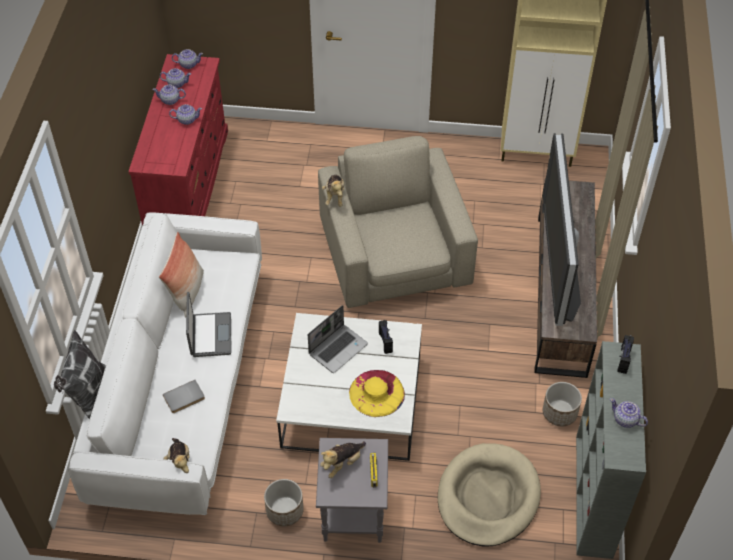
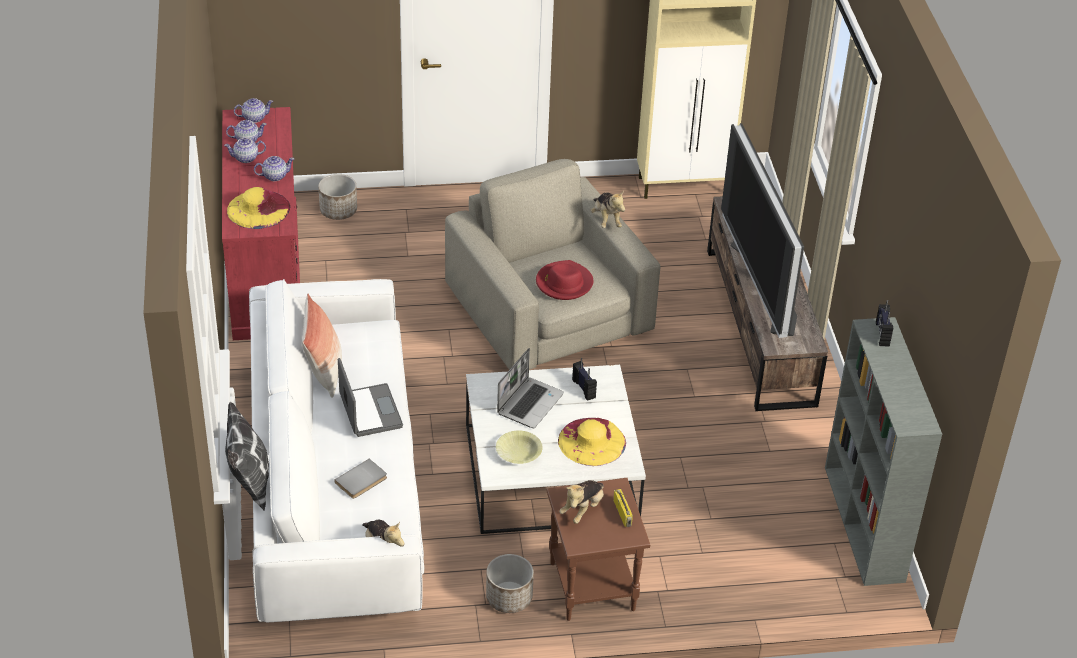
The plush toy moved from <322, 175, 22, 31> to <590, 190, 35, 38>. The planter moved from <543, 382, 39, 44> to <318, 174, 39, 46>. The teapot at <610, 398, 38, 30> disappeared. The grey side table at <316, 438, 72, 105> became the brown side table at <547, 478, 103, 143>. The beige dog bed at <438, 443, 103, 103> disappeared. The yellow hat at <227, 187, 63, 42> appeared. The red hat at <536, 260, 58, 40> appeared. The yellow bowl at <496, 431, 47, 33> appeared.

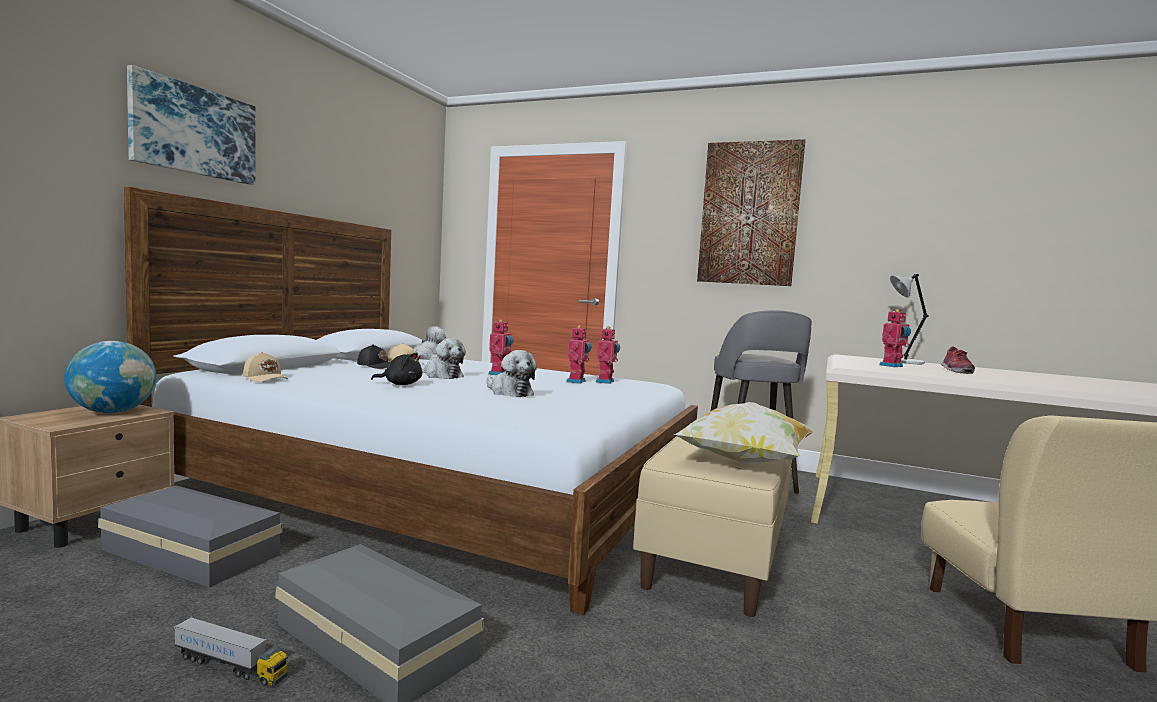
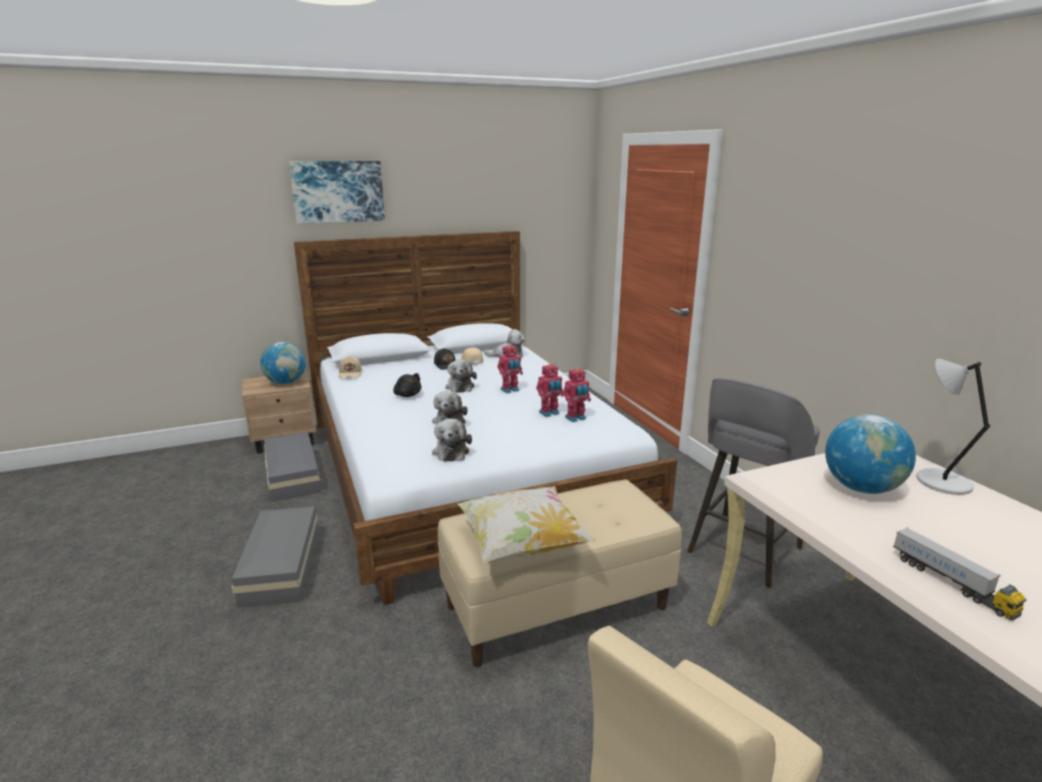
The picture at <697, 139, 109, 147> disappeared. The toy robot at <879, 309, 32, 58> was replaced by the globe at <825, 414, 91, 80>. The shoe at <941, 346, 34, 28> disappeared. The toy truck moved from <174, 617, 114, 69> to <893, 527, 133, 94>. The plush toy at <432, 418, 40, 44> appeared.

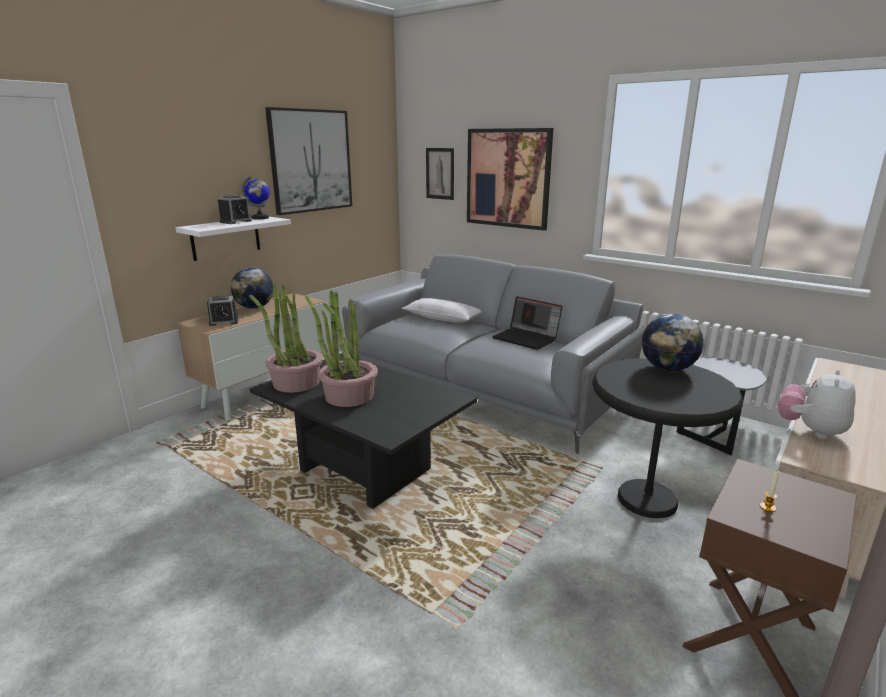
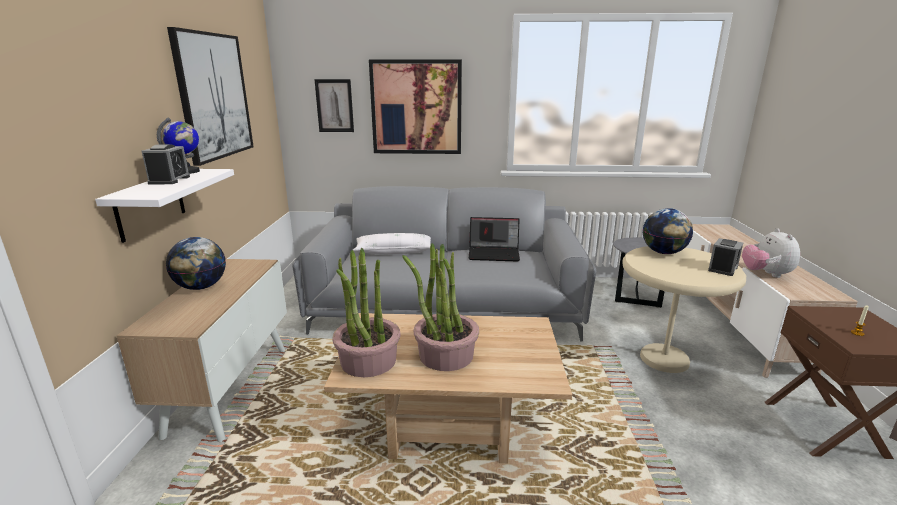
The alarm clock moved from <207, 295, 32, 31> to <708, 238, 35, 38>. The black coffee table at <250, 353, 227, 156> became the beige coffee table at <324, 313, 248, 150>. The black side table at <592, 358, 152, 160> became the beige side table at <622, 246, 124, 127>.

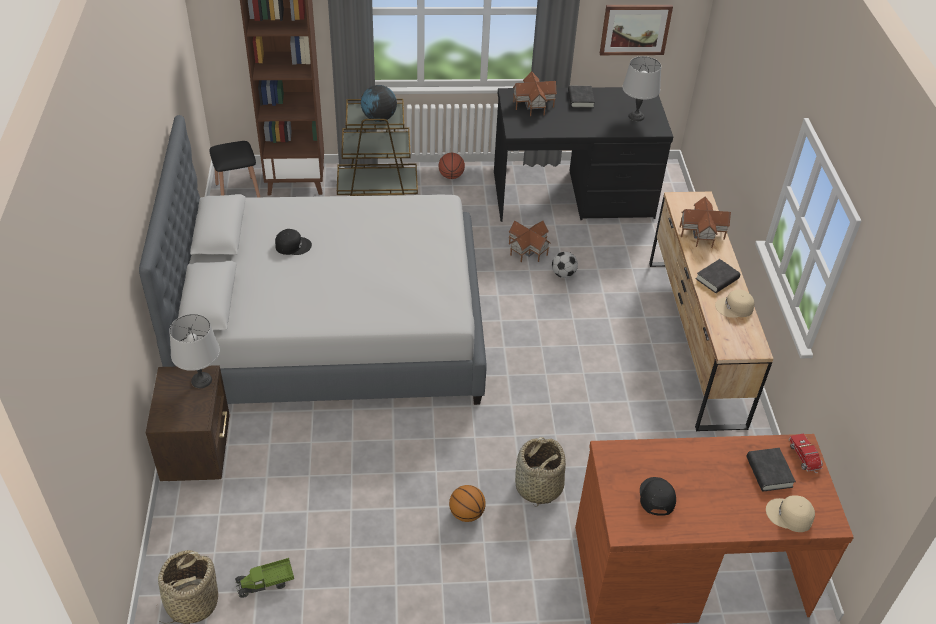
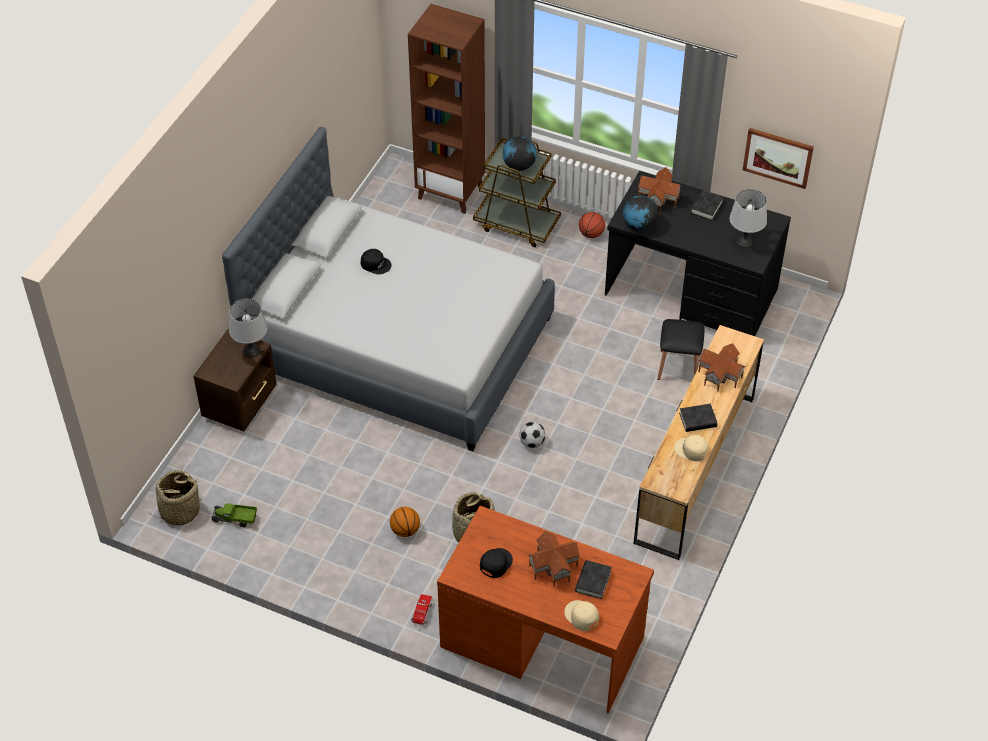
The black stool moved from <209, 141, 51, 56> to <657, 319, 48, 61>. The toy house moved from <509, 221, 41, 41> to <528, 531, 52, 56>. The football moved from <552, 251, 26, 27> to <519, 422, 26, 26>. The toy truck moved from <788, 434, 35, 39> to <411, 594, 22, 32>. The globe at <623, 195, 36, 36> appeared.

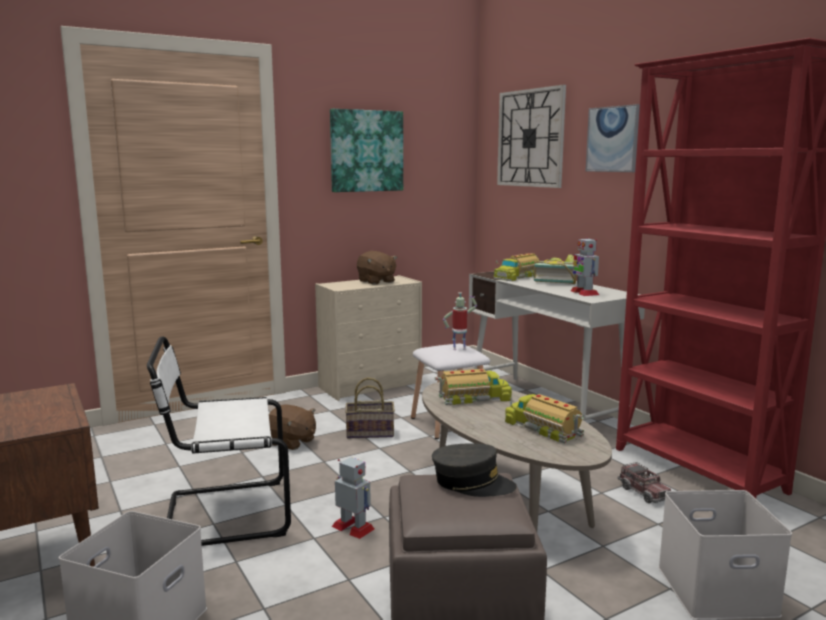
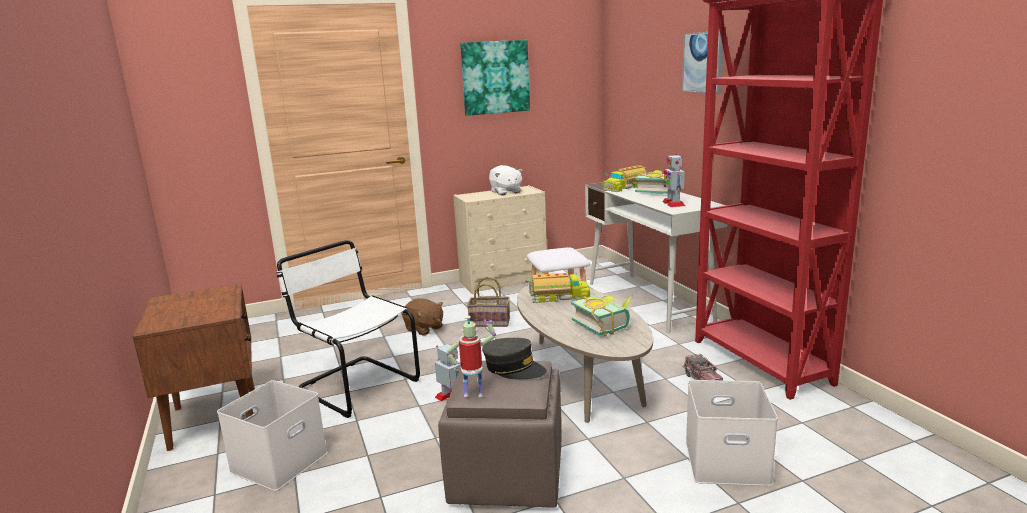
The wall clock at <497, 85, 69, 103> disappeared. The brown plush toy at <357, 251, 41, 34> became the white plush toy at <489, 165, 34, 30>. The toy robot moved from <443, 292, 34, 58> to <446, 316, 50, 81>. The white chair at <147, 337, 144, 209> turned 45 degrees clockwise. The toy truck at <505, 393, 79, 51> was replaced by the book at <571, 295, 62, 42>.

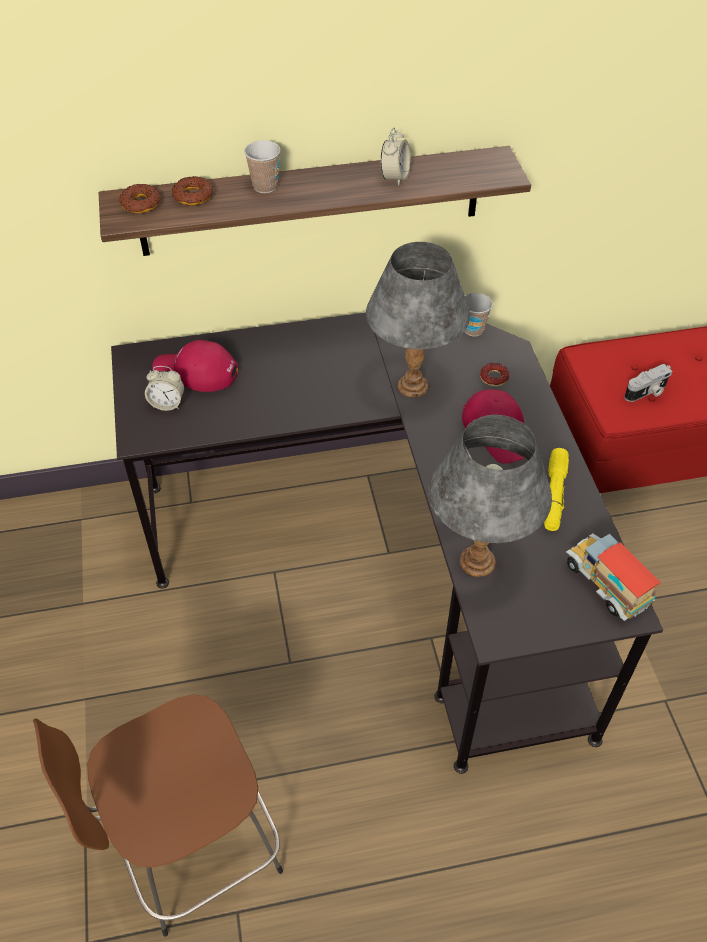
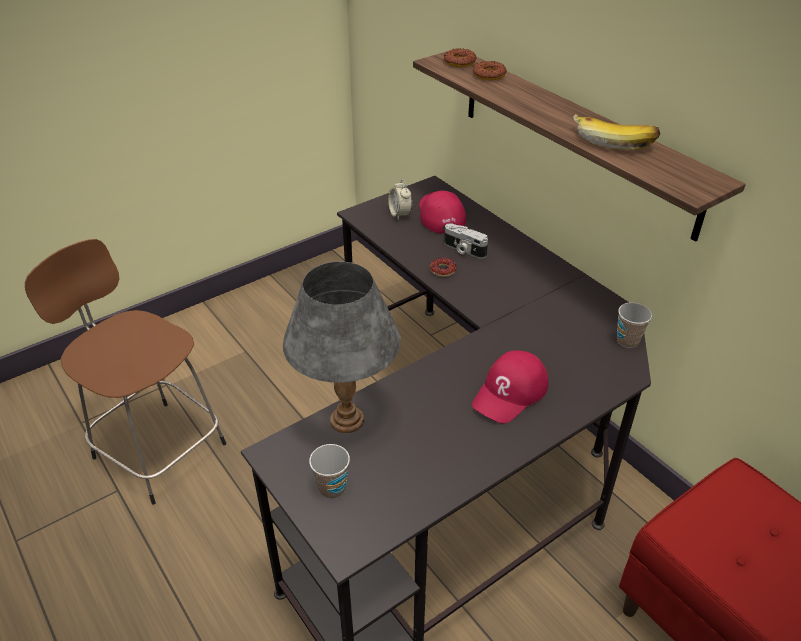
The alarm clock at <381, 128, 30, 58> was replaced by the banana at <573, 115, 87, 35>. The cup moved from <244, 140, 36, 53> to <309, 444, 41, 55>. The grey table lamp at <366, 242, 104, 156> disappeared. The donut moved from <480, 363, 29, 24> to <430, 258, 26, 19>. The photo camera moved from <624, 364, 48, 38> to <444, 223, 44, 36>. The yellow flashlight at <544, 448, 25, 83> disappeared. The toy truck at <566, 533, 95, 88> disappeared.

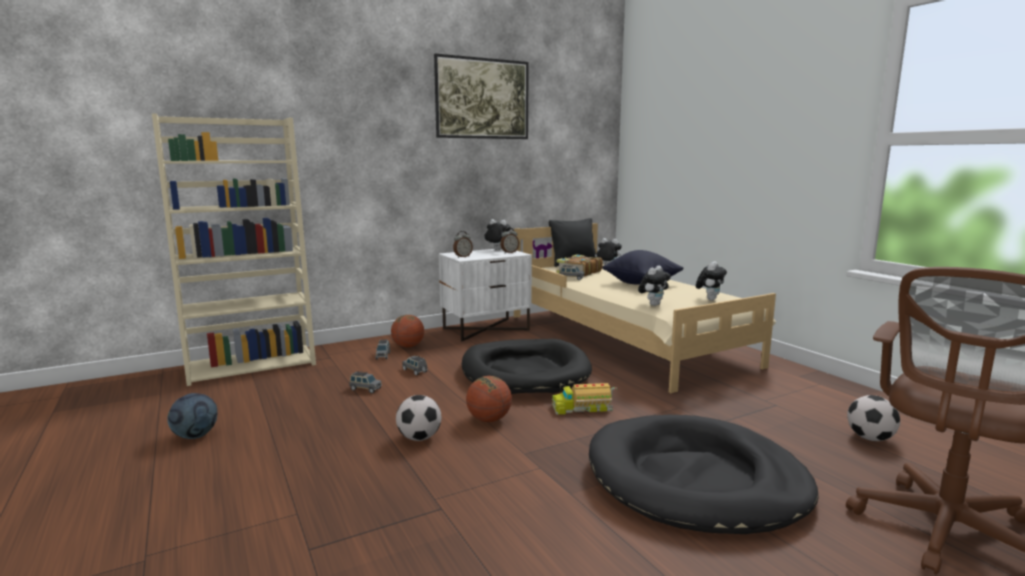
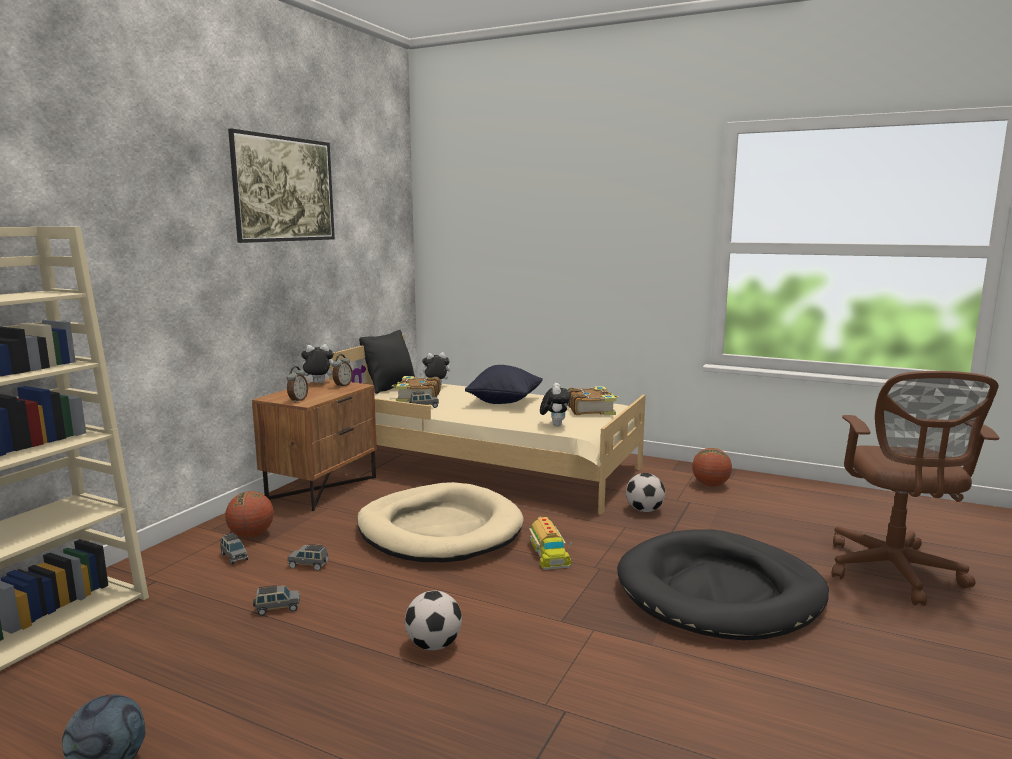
The white nightstand at <439, 249, 93, 92> became the brown nightstand at <252, 379, 125, 132>. The plush toy at <696, 261, 31, 39> was replaced by the book at <567, 386, 52, 29>. The black dog bed at <462, 339, 130, 55> became the beige dog bed at <357, 482, 166, 80>. The basketball moved from <466, 376, 46, 46> to <692, 448, 40, 38>. The toy truck at <552, 383, 65, 32> turned 60 degrees counterclockwise. The football moved from <847, 395, 53, 46> to <626, 473, 39, 39>.

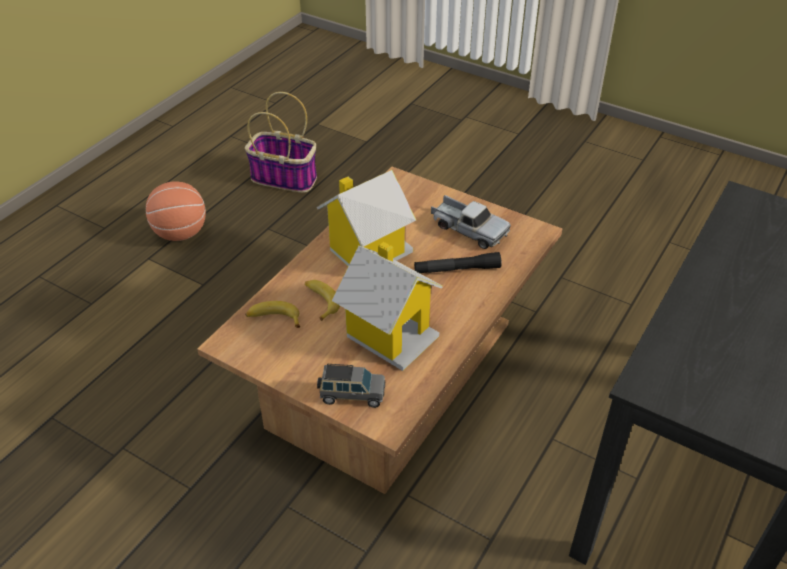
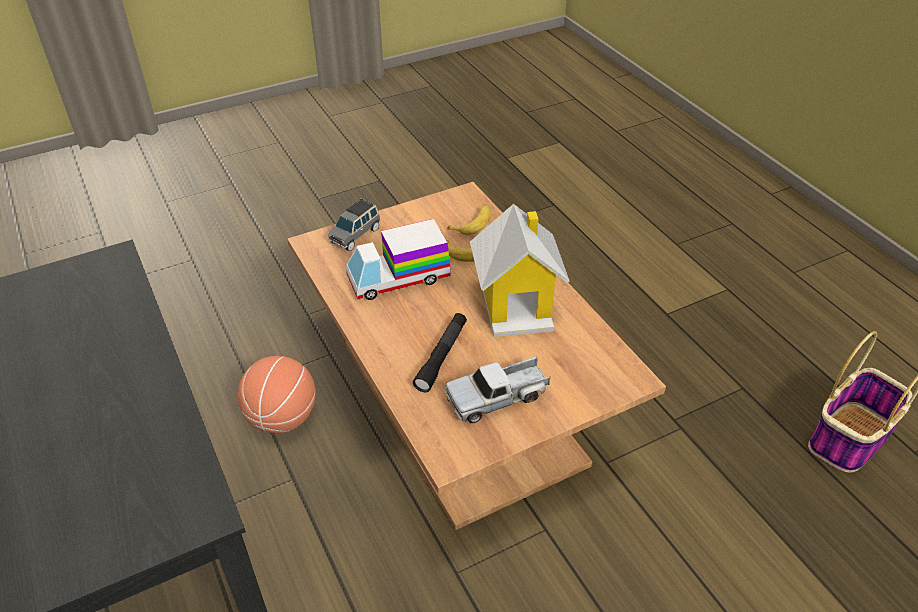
The basketball moved from <146, 181, 60, 60> to <238, 356, 78, 77>. The toy house at <331, 242, 112, 129> was replaced by the toy truck at <346, 219, 104, 81>.

